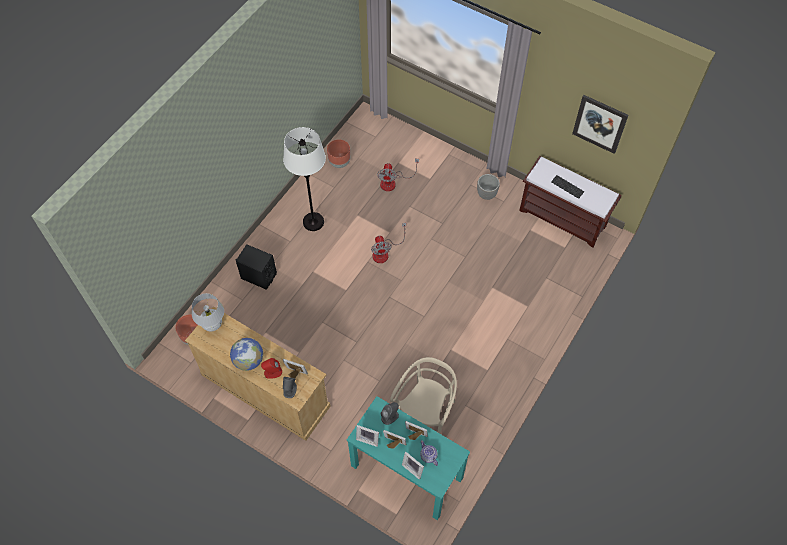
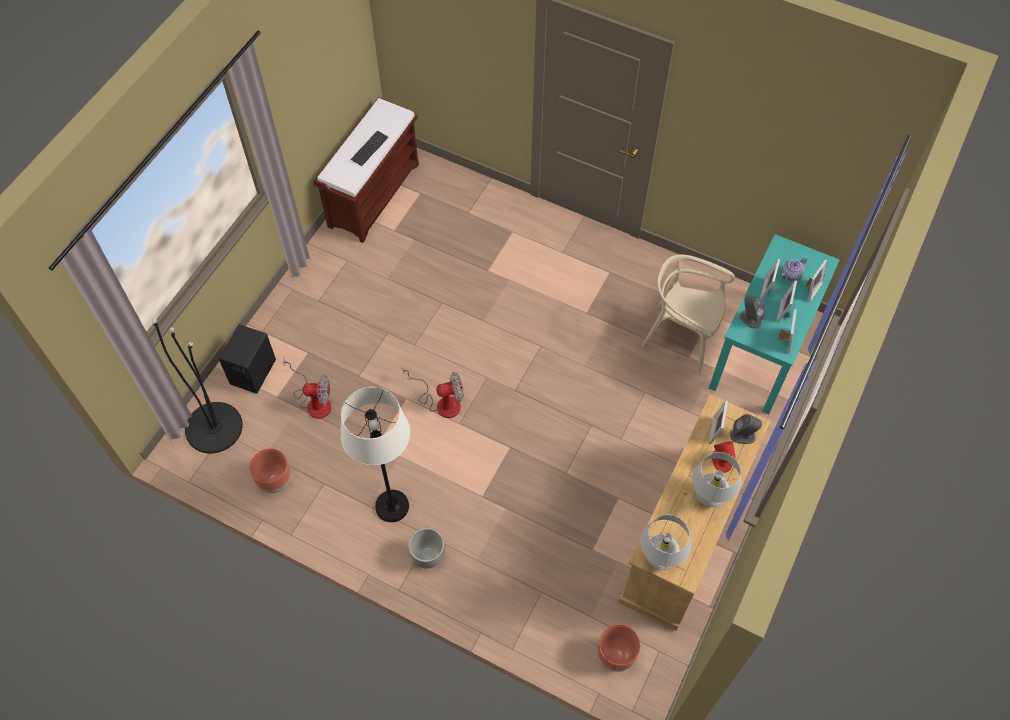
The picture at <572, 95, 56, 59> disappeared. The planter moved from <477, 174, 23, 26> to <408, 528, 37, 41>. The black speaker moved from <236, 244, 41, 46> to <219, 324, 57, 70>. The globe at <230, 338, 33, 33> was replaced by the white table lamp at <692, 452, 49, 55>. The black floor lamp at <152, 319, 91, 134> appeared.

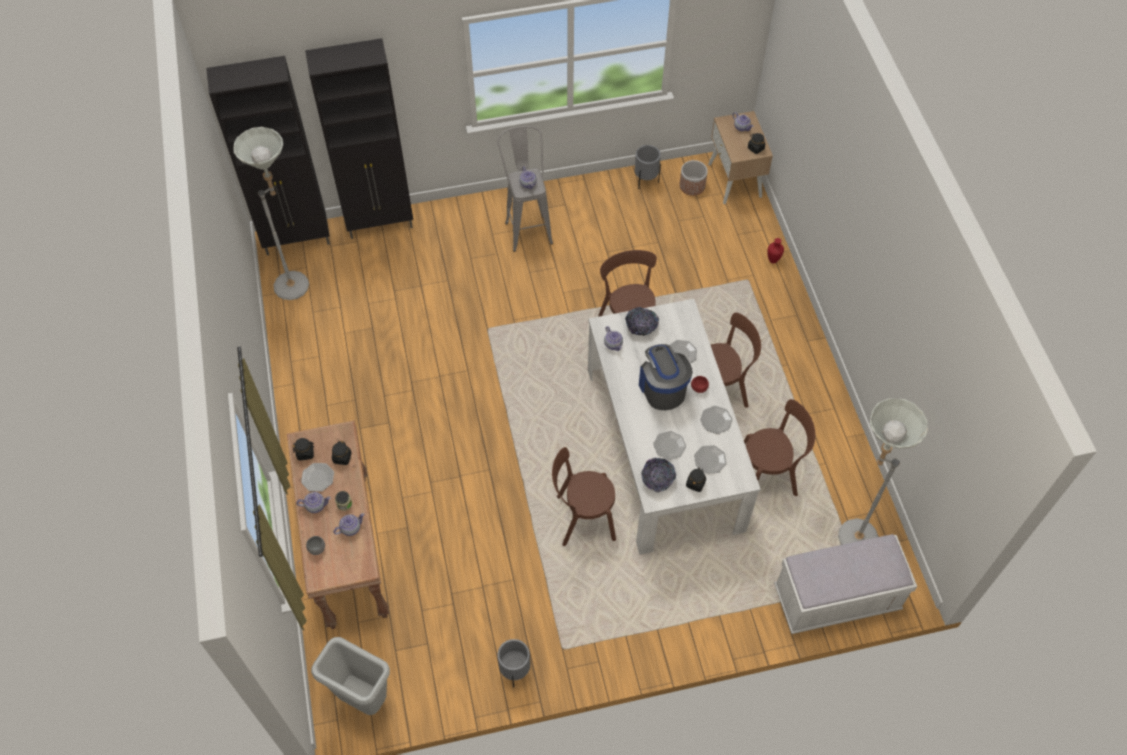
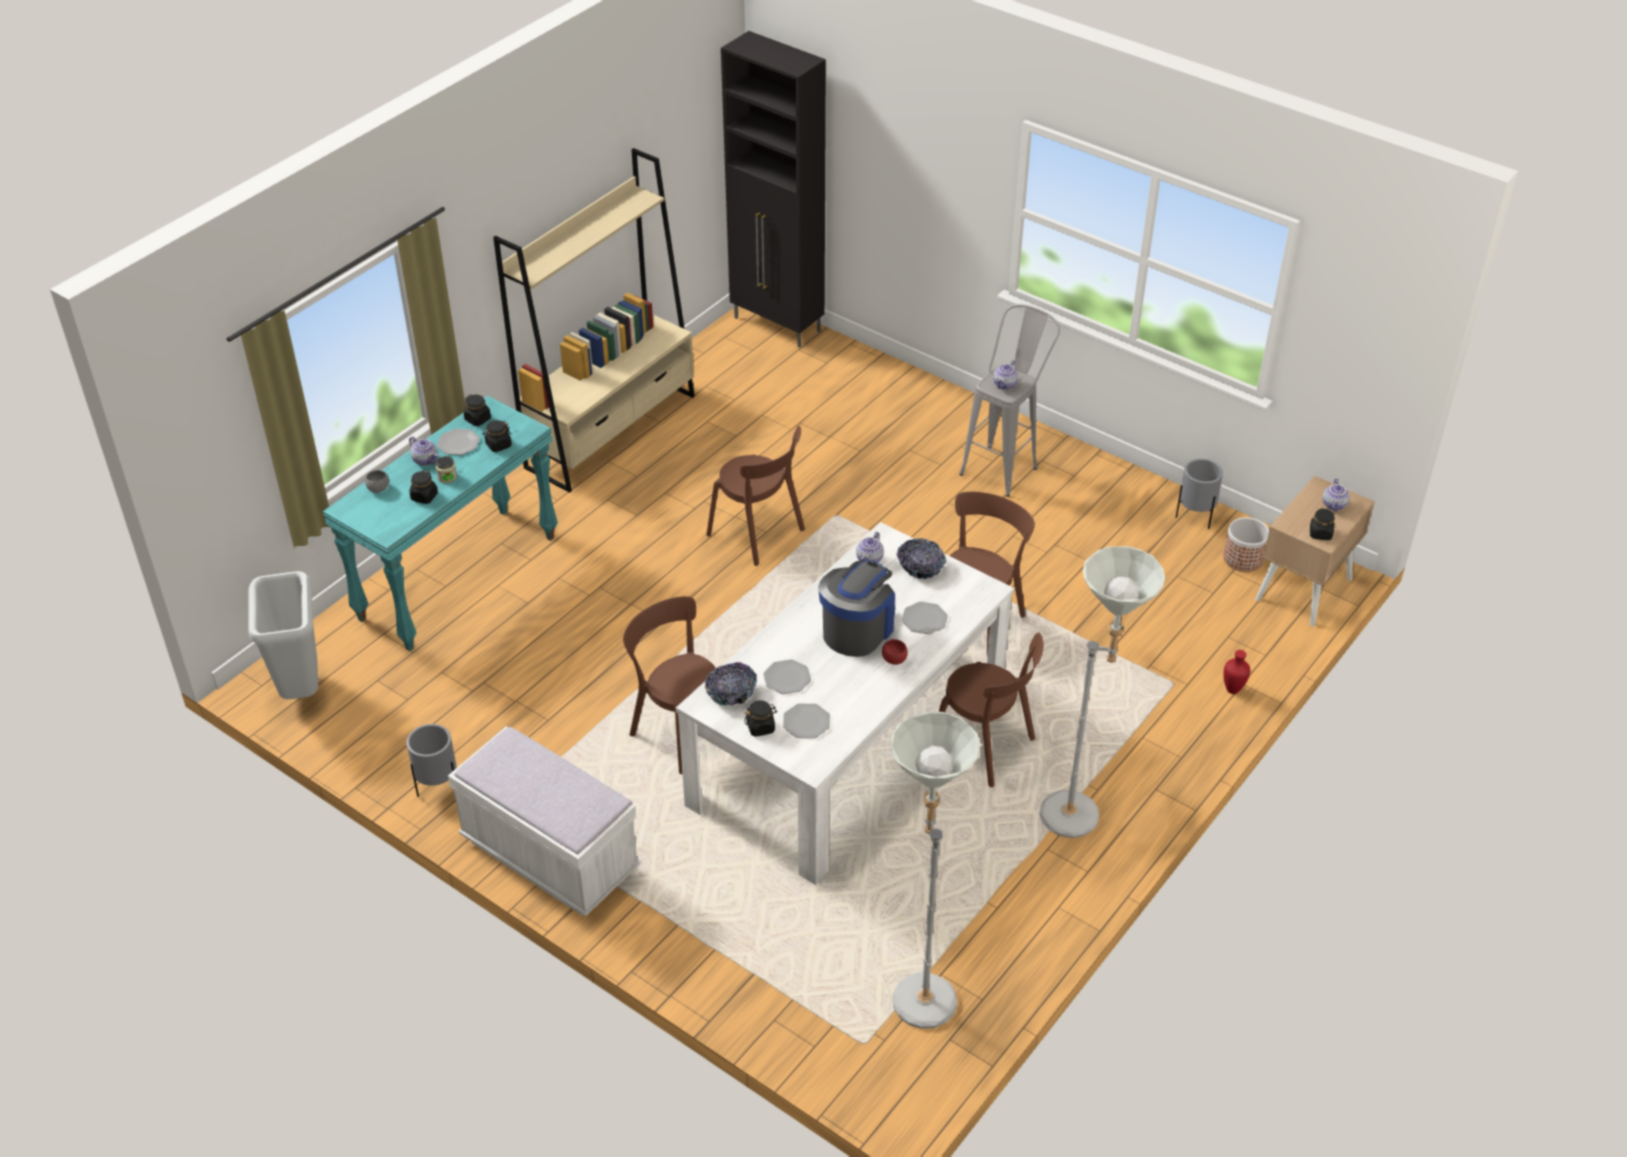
The black cabinet at <305, 38, 108, 201> disappeared. The grey floor lamp moved from <234, 127, 75, 173> to <1039, 546, 126, 292>. The brown chair moved from <744, 399, 72, 97> to <706, 426, 99, 140>. The plate at <700, 406, 33, 28> disappeared. The brown console table at <287, 421, 102, 208> became the turquoise console table at <323, 396, 235, 255>. The teapot at <333, 513, 32, 23> was replaced by the black jar at <409, 470, 29, 34>. The white bench moved from <774, 534, 143, 100> to <448, 727, 193, 190>. The beige bookcase at <493, 148, 202, 345> appeared.

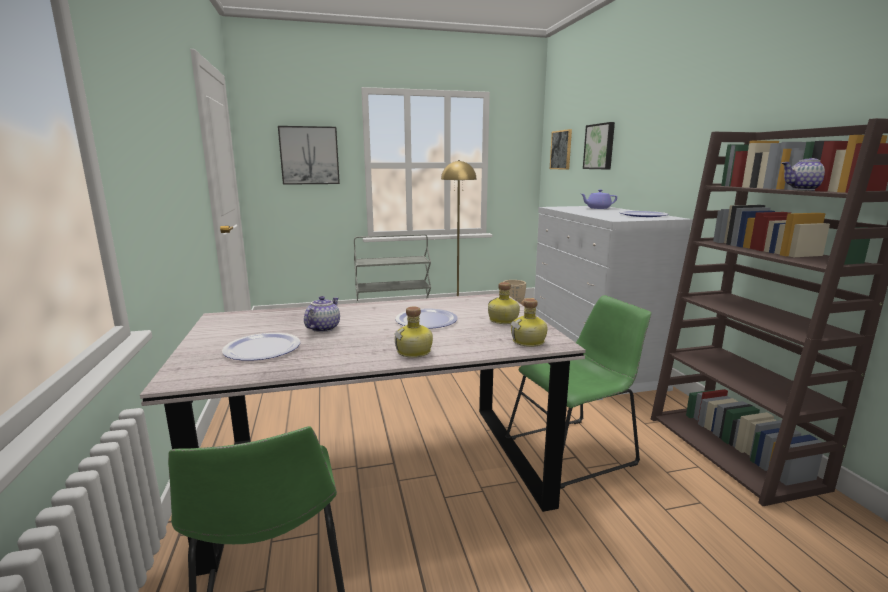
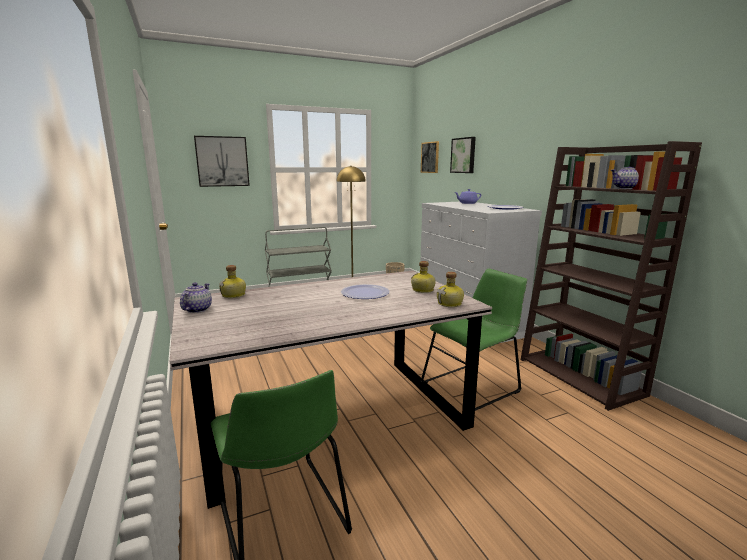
The teapot moved from <304, 296, 36, 36> to <180, 283, 32, 30>. The bottle moved from <394, 306, 39, 52> to <219, 265, 27, 33>. The plate at <222, 333, 78, 28> disappeared.

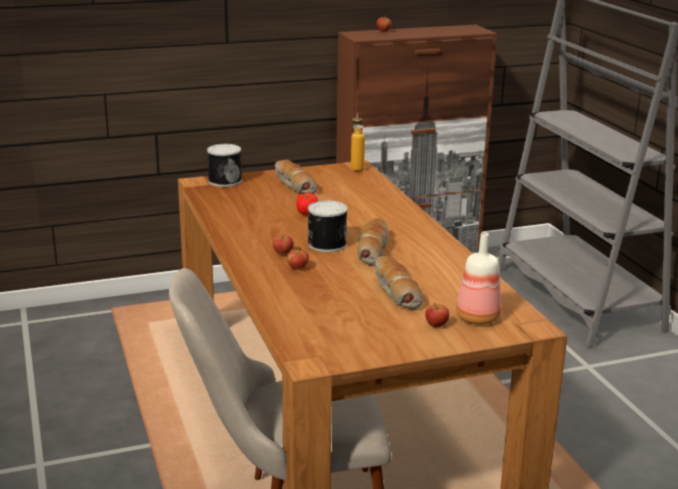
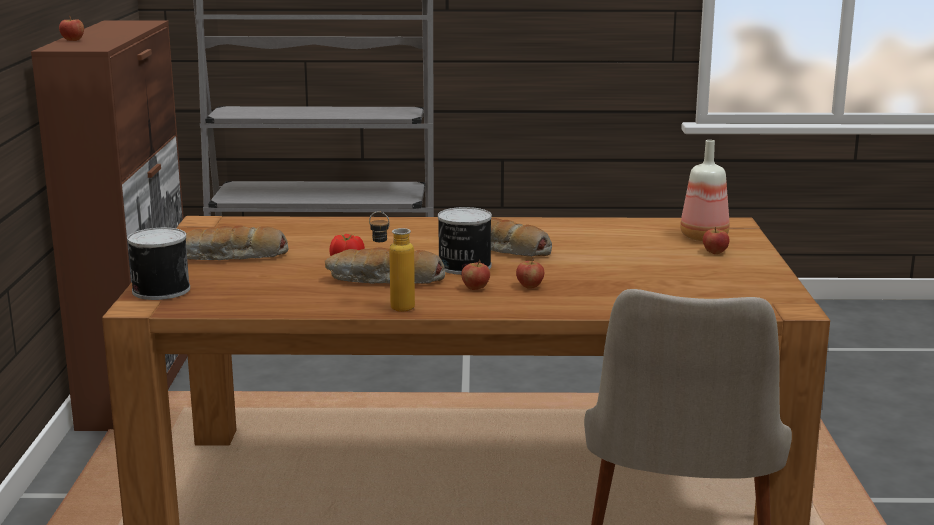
The bottle moved from <351, 113, 14, 58> to <369, 211, 46, 101>. The bread moved from <375, 256, 47, 54> to <325, 247, 120, 37>.

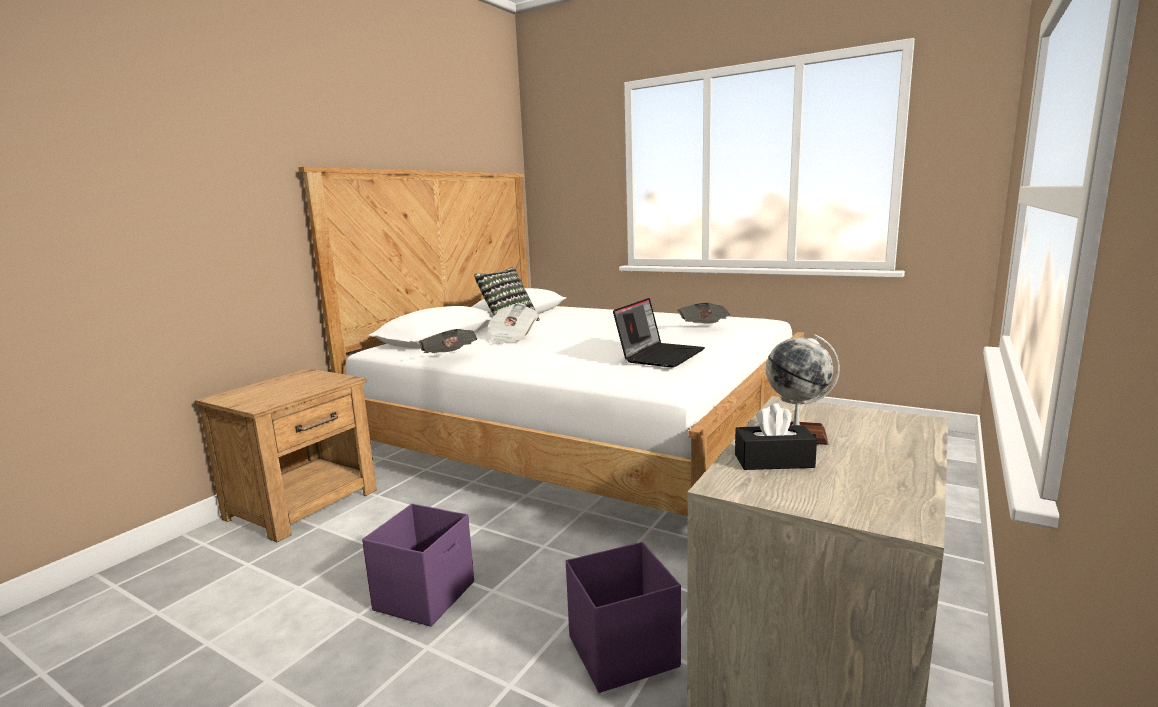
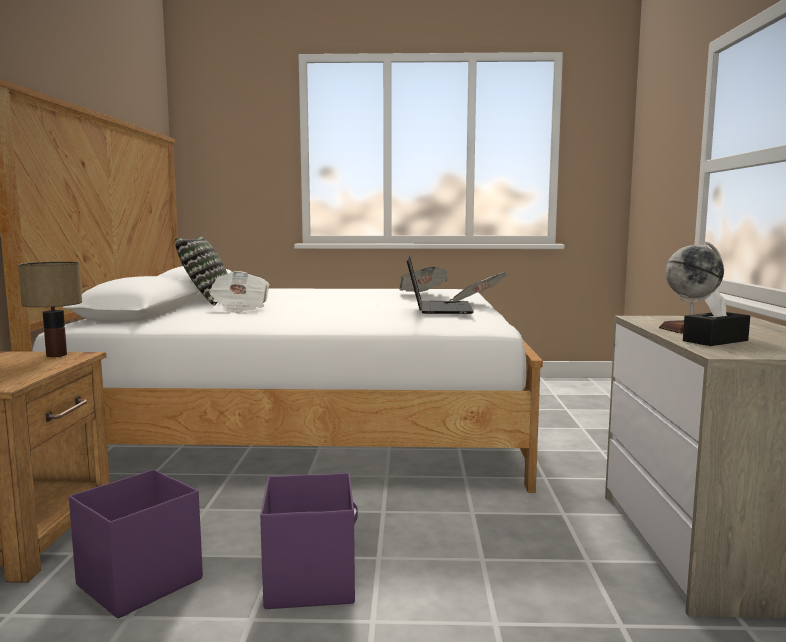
The newspaper moved from <419, 329, 59, 24> to <449, 272, 57, 29>. The purple storage box moved from <566, 542, 115, 151> to <69, 469, 134, 150>. The table lamp at <18, 262, 64, 95> appeared.

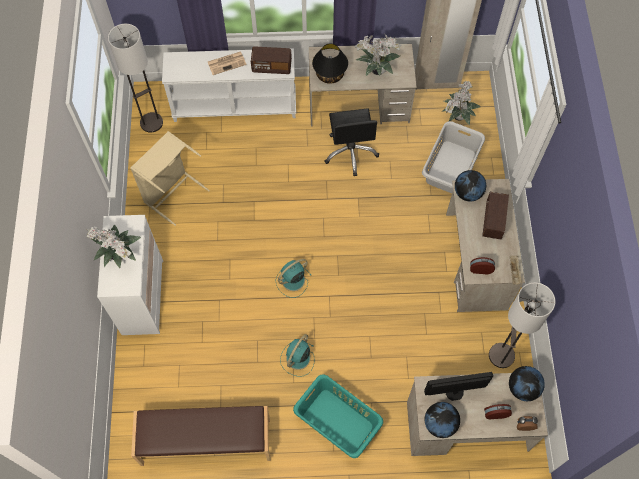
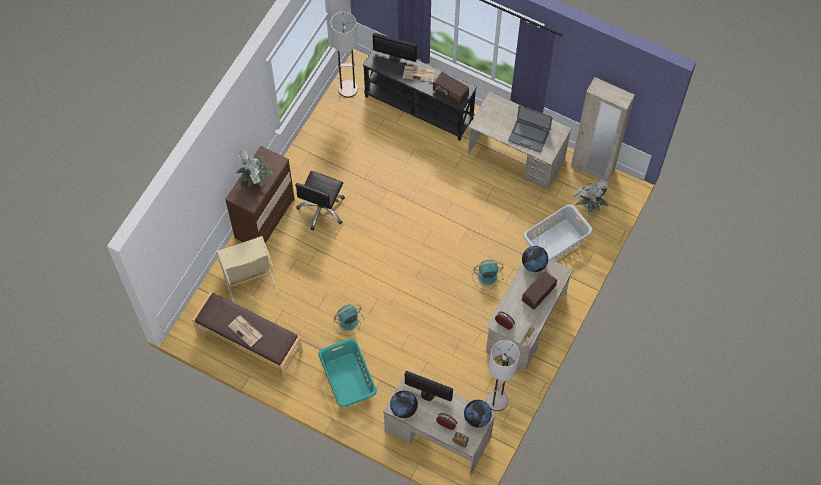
The potted plant at <354, 34, 48, 42> was replaced by the laptop at <508, 106, 44, 46>. The black table lamp at <312, 43, 36, 41> disappeared. The white console table at <162, 48, 134, 74> became the black console table at <363, 50, 114, 91>. The black office chair moved from <325, 108, 54, 68> to <295, 171, 50, 60>. The beige laundry basket moved from <130, 131, 80, 95> to <217, 236, 62, 67>. The white dresser at <97, 215, 66, 120> became the brown dresser at <225, 146, 70, 97>. The turquoise fan moved from <276, 259, 35, 39> to <473, 260, 31, 30>. The monitor at <373, 33, 44, 29> appeared. The newspaper at <228, 315, 35, 32> appeared.

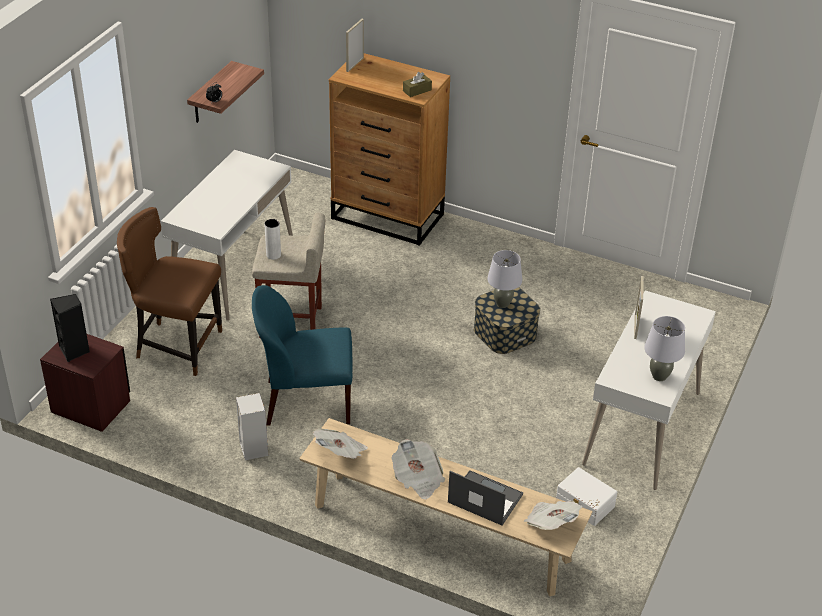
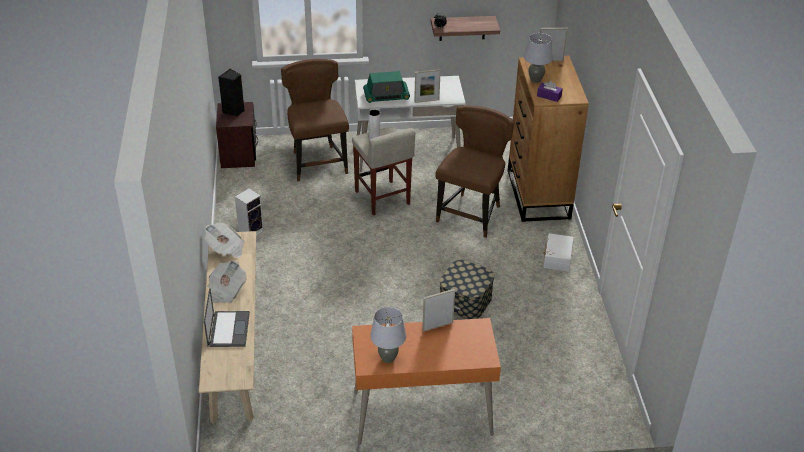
The brown tissue box at <403, 72, 29, 25> became the purple tissue box at <537, 81, 26, 21>. The grey table lamp moved from <487, 250, 35, 58> to <524, 33, 29, 50>. The blue chair at <252, 285, 101, 141> disappeared. The white desk at <582, 290, 134, 200> became the orange desk at <352, 318, 149, 127>. The white storage box moved from <556, 467, 61, 59> to <543, 233, 31, 39>. The newspaper at <524, 501, 58, 29> disappeared. The picture frame at <414, 69, 27, 34> appeared. The radio at <363, 71, 47, 32> appeared. The brown chair at <436, 106, 78, 131> appeared.

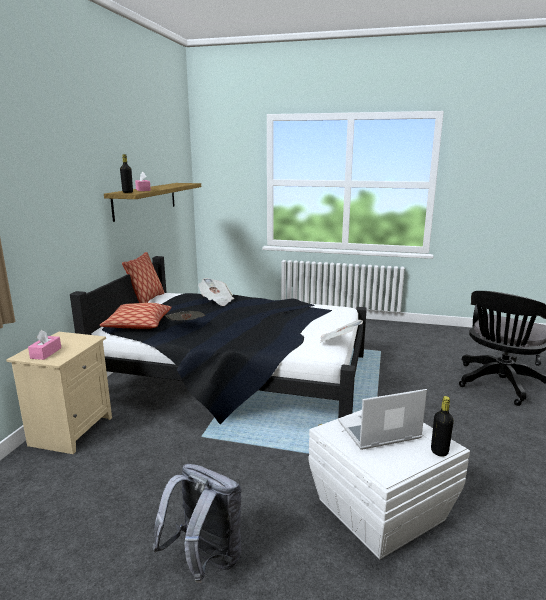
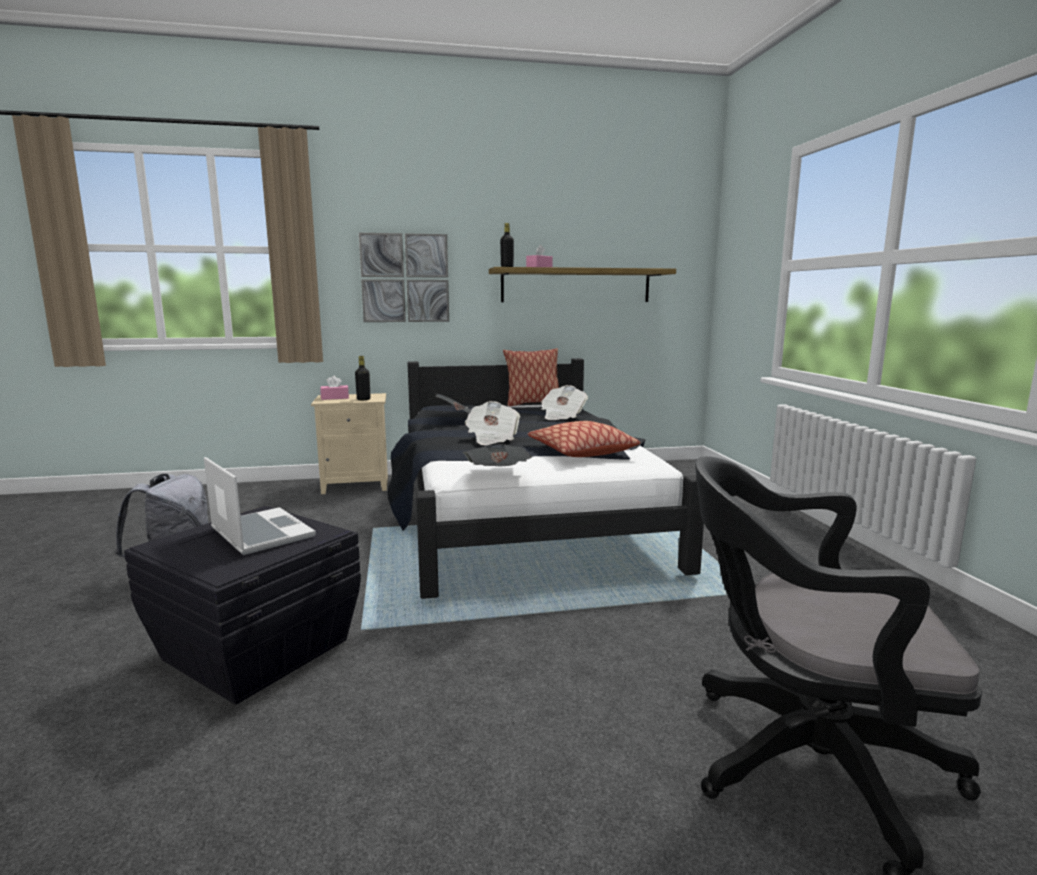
The pillow moved from <100, 303, 71, 26> to <528, 421, 112, 36>. The black bottle moved from <431, 396, 23, 61> to <355, 356, 15, 44>. The white storage box at <308, 410, 162, 149> became the black storage box at <124, 506, 237, 199>. The picture at <359, 233, 90, 89> appeared. The newspaper at <465, 401, 55, 44> appeared.

